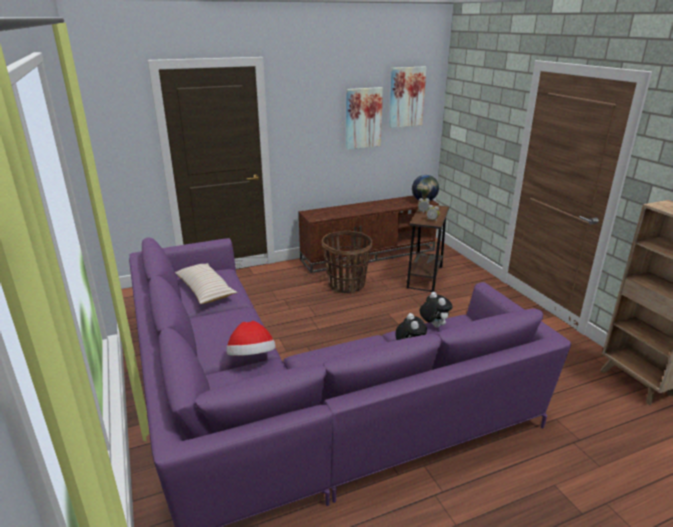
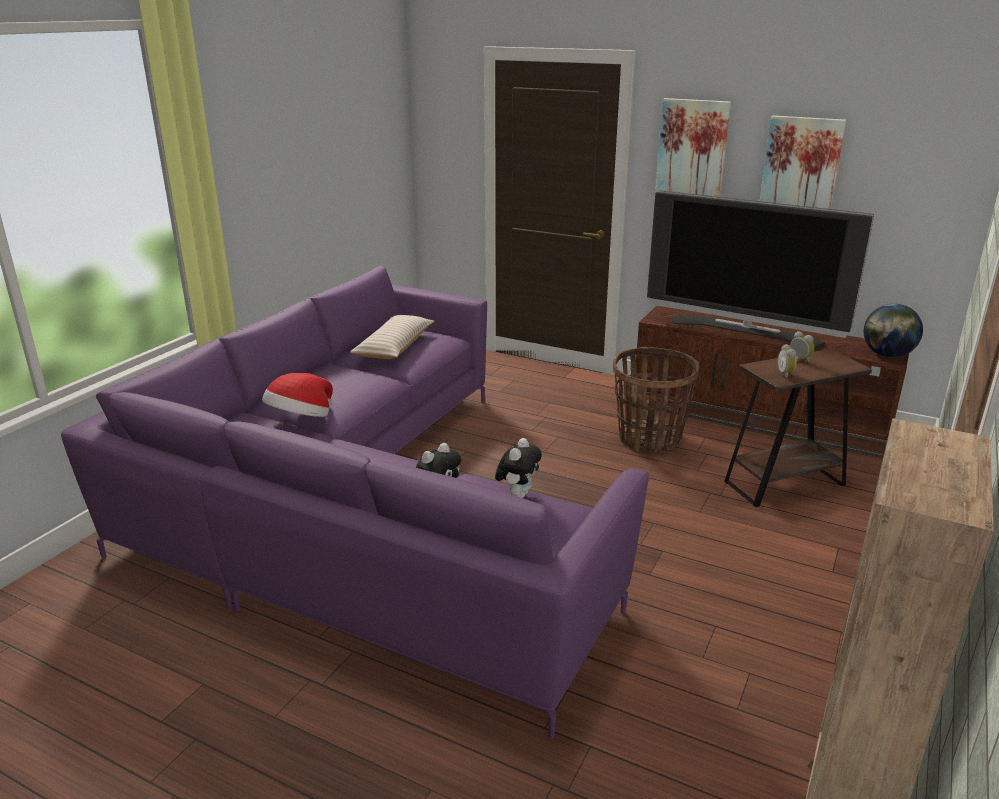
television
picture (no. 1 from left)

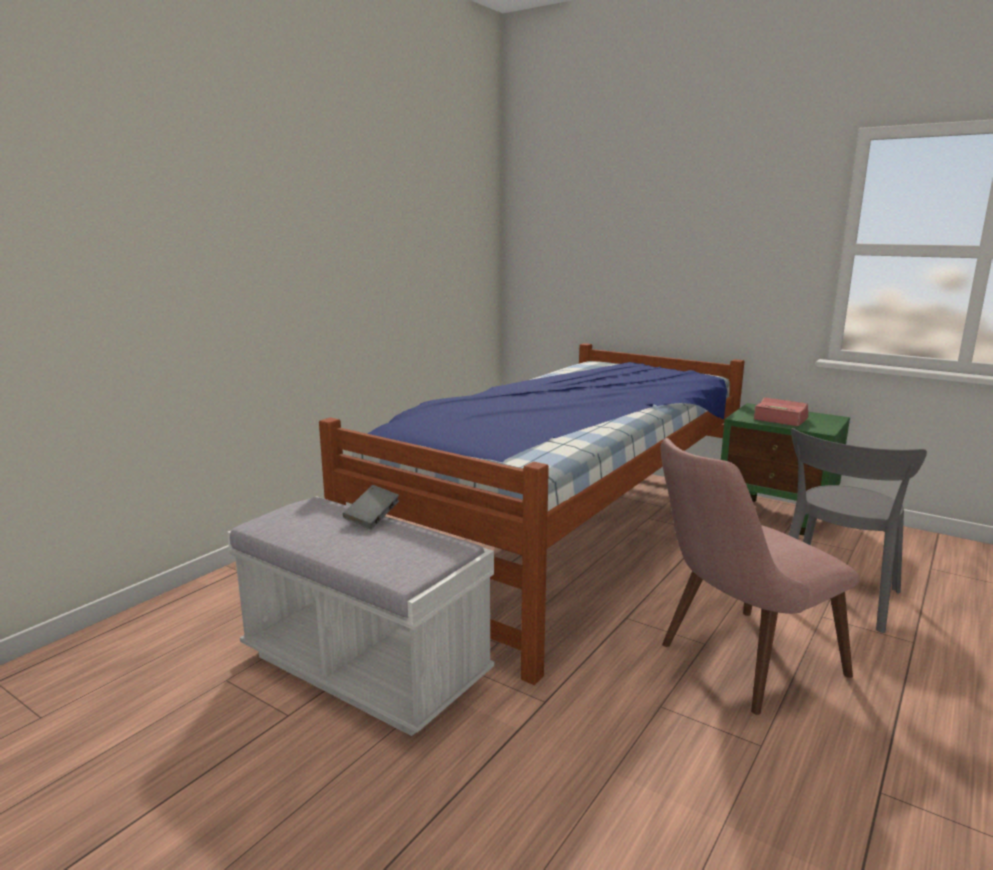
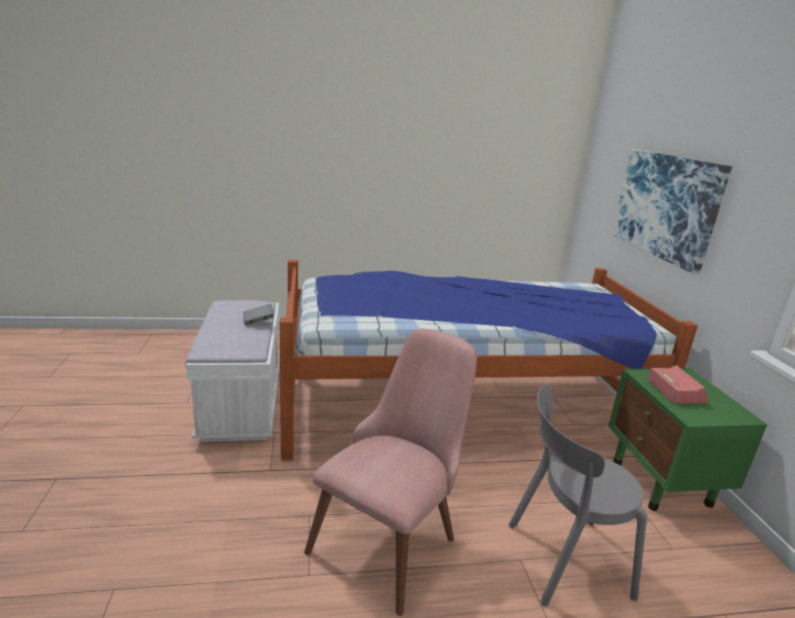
pink chair
picture

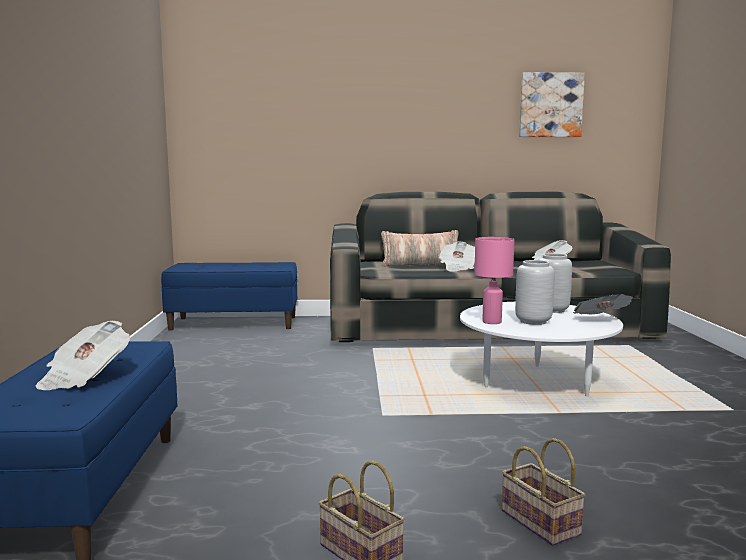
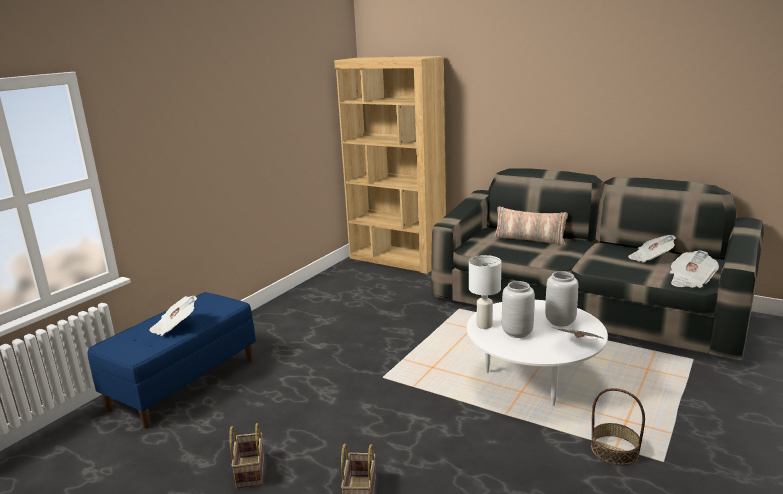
brown bookcase
white table lamp
basket (no. 3 from left)
newspaper (no. 4 from left)
picture

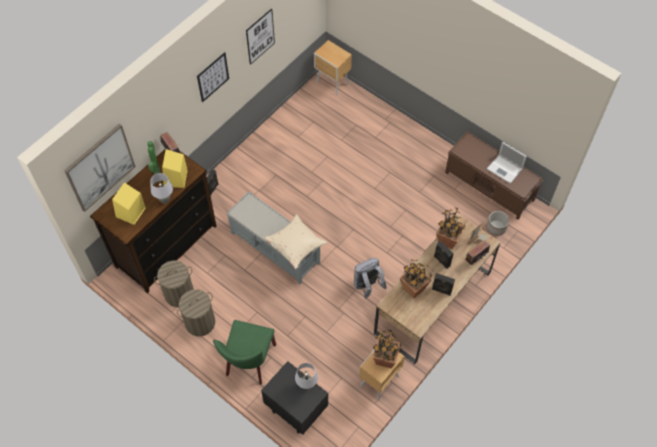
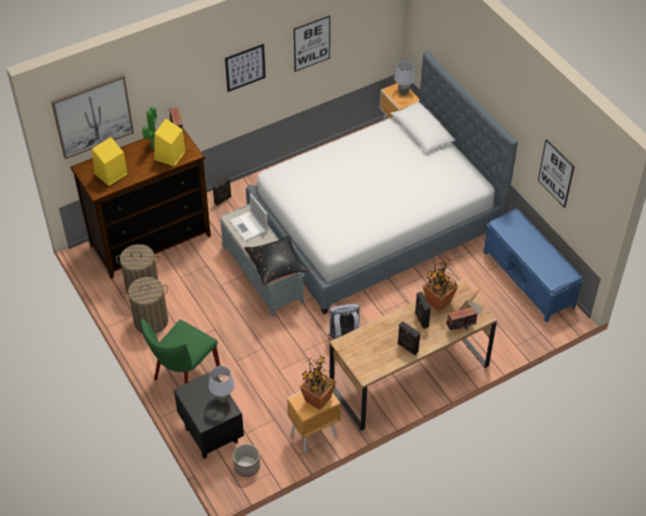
laptop
planter
black pillow
bed
grey table lamp (no. 2 from left)
blue bench
picture (no. 4 from left)
potted plant (no. 3 from left in the first image)

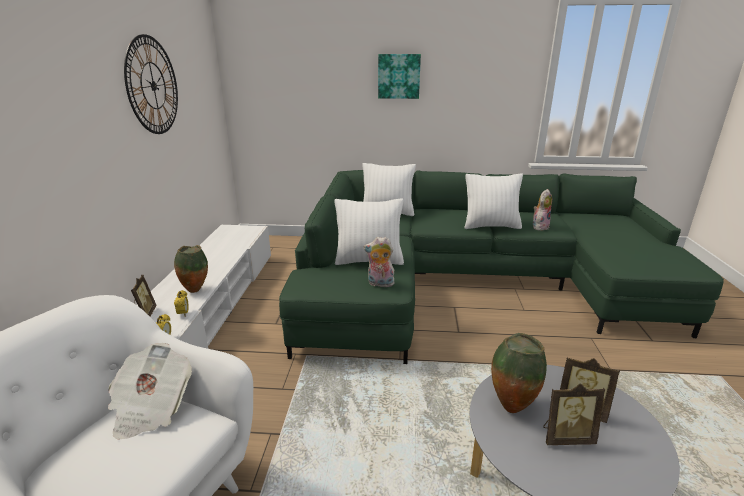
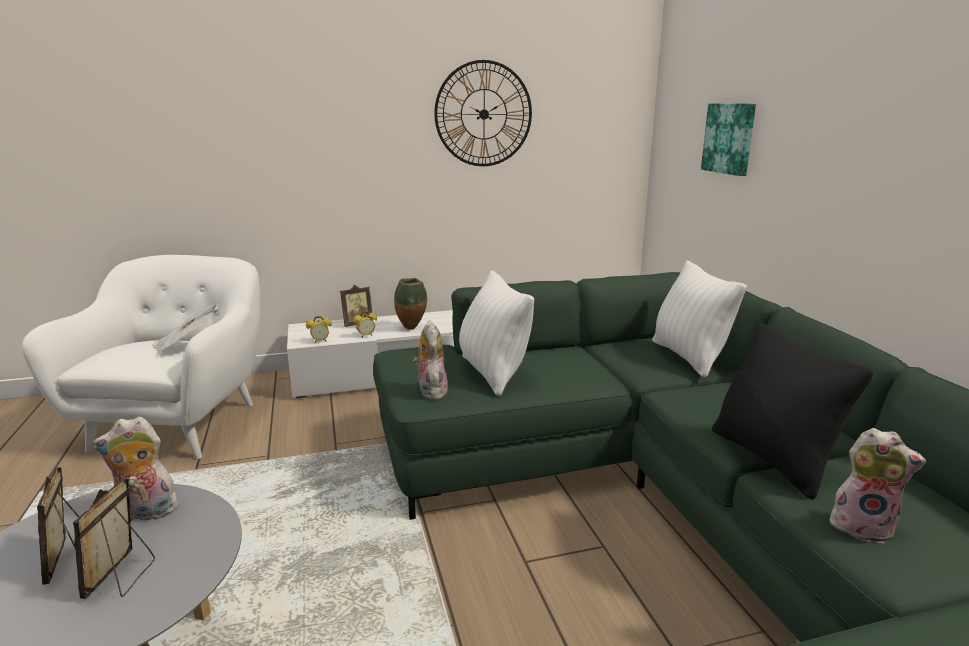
plush toy (no. 1 from left)
picture
black pillow

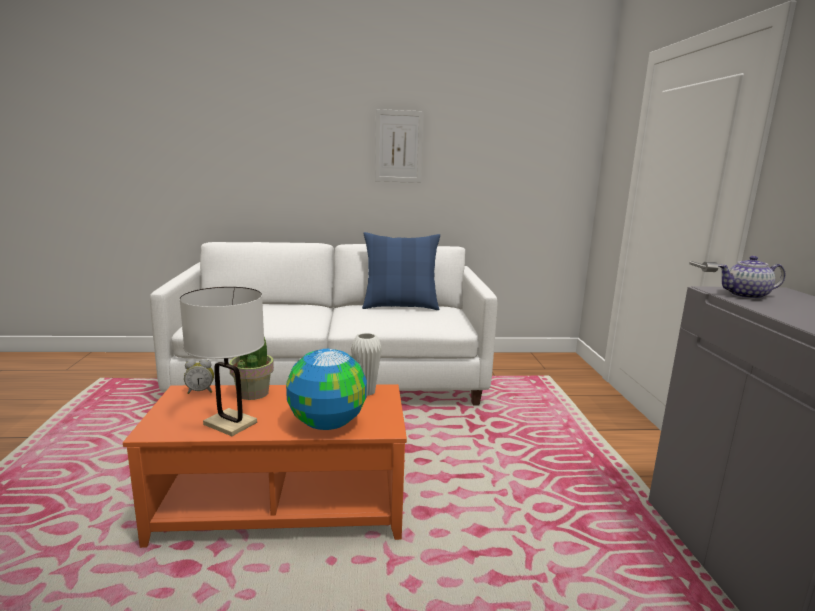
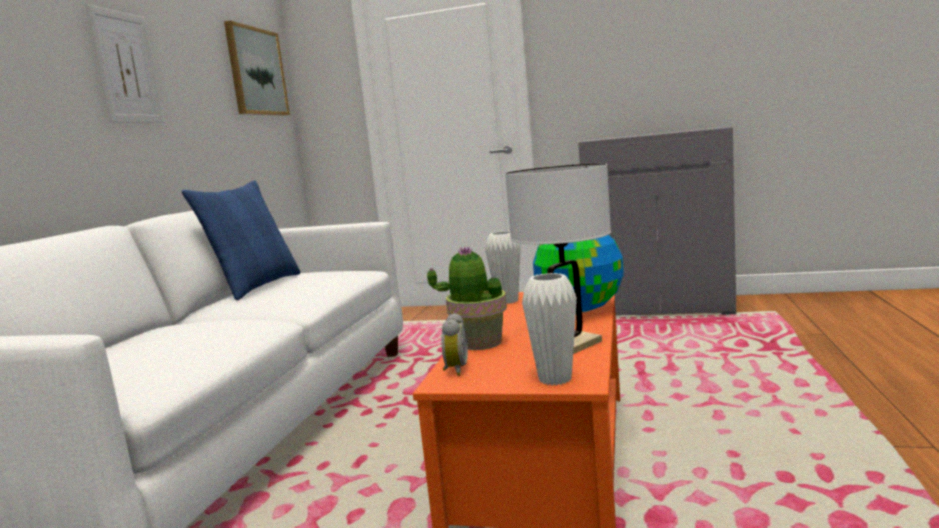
picture (no. 2 from left)
white vase (no. 2 from left)
teapot

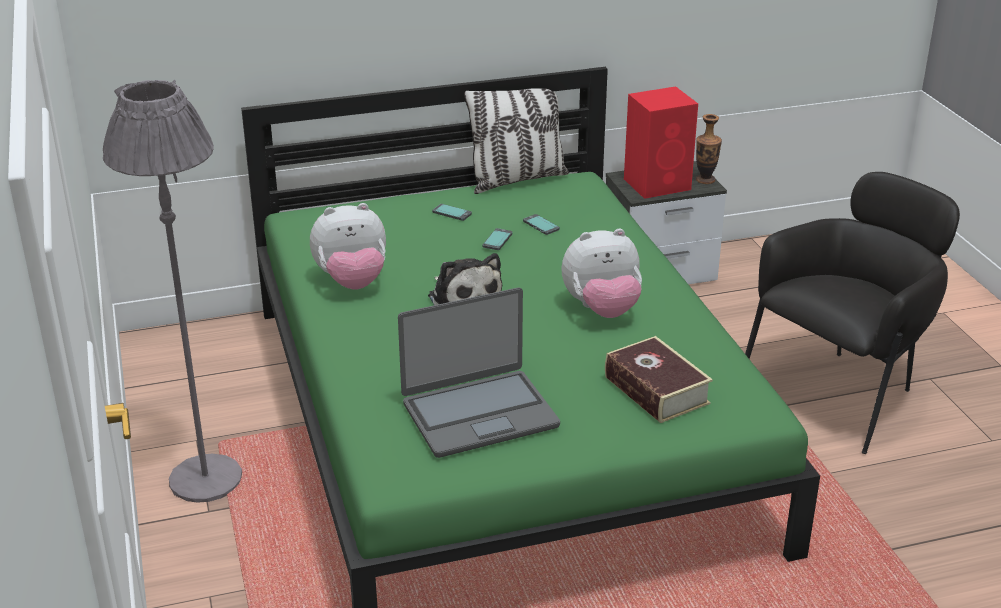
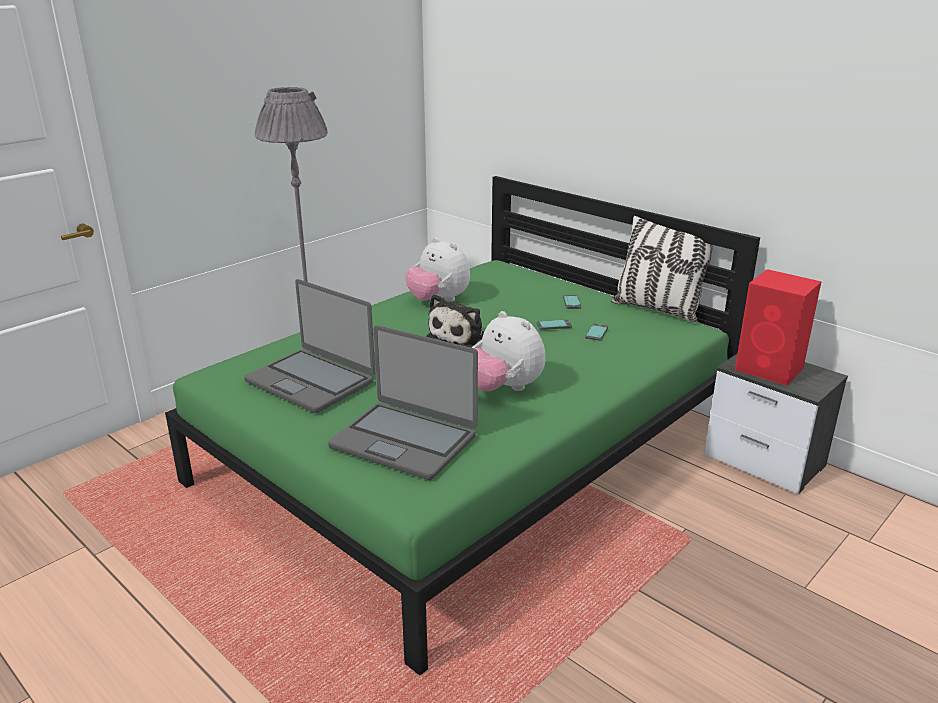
laptop (no. 2 from left)
vase
black armchair

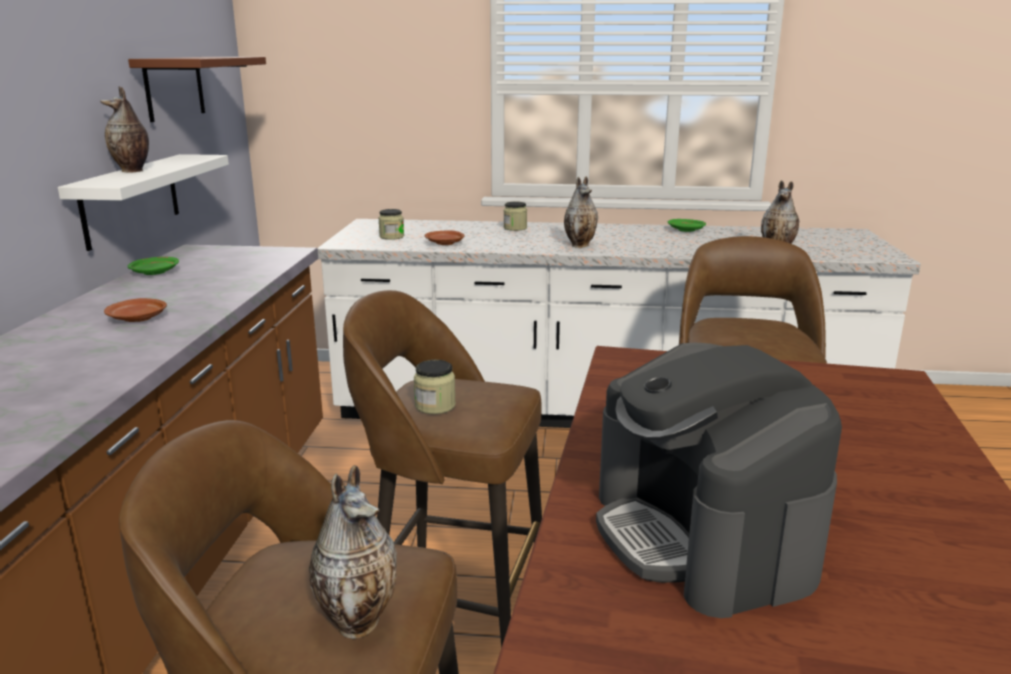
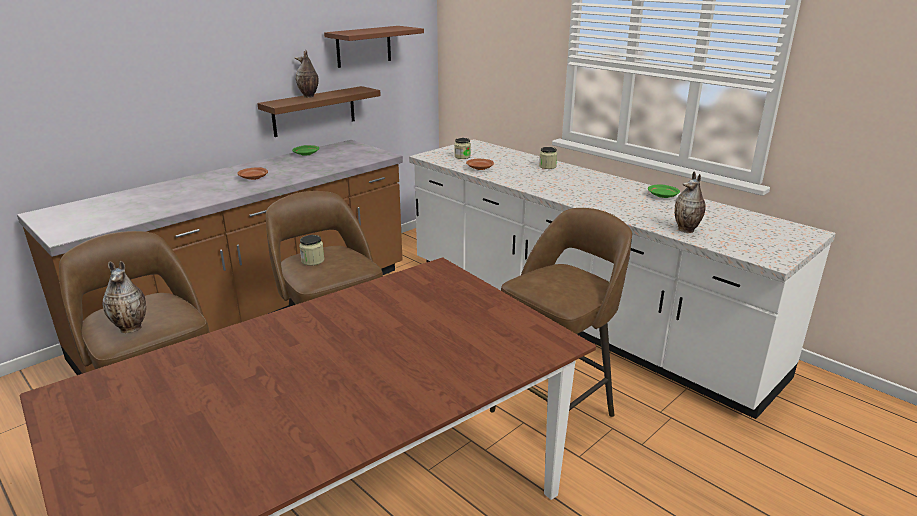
brown shelf (no. 1 from left)
vase (no. 3 from left in the first image)
coffee machine

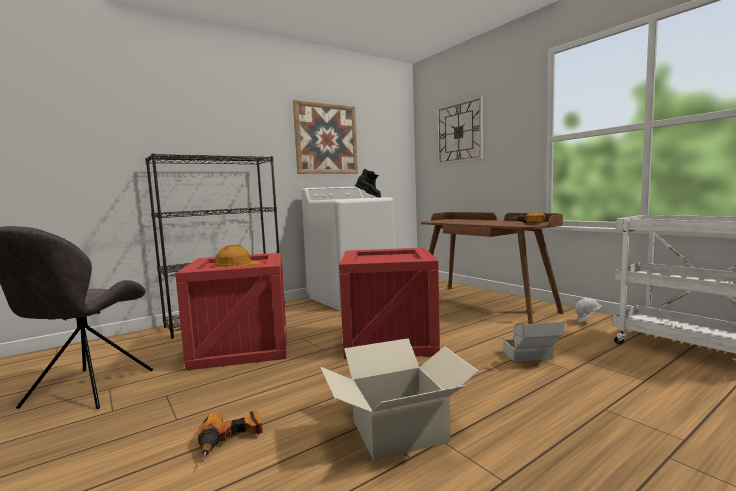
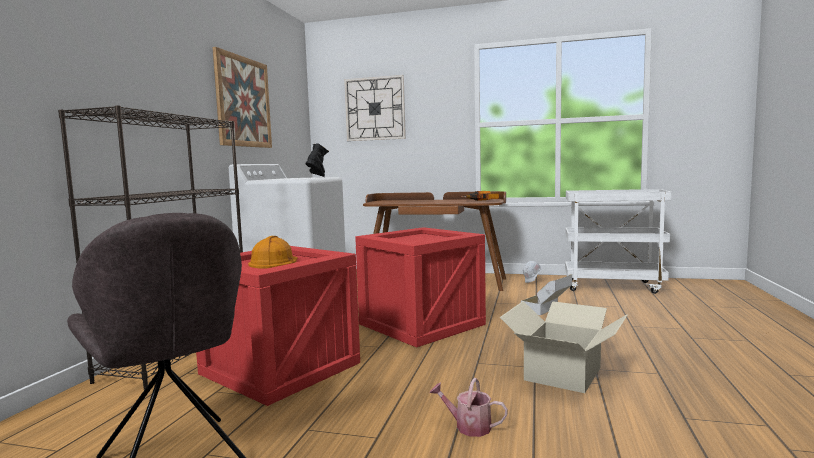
watering can

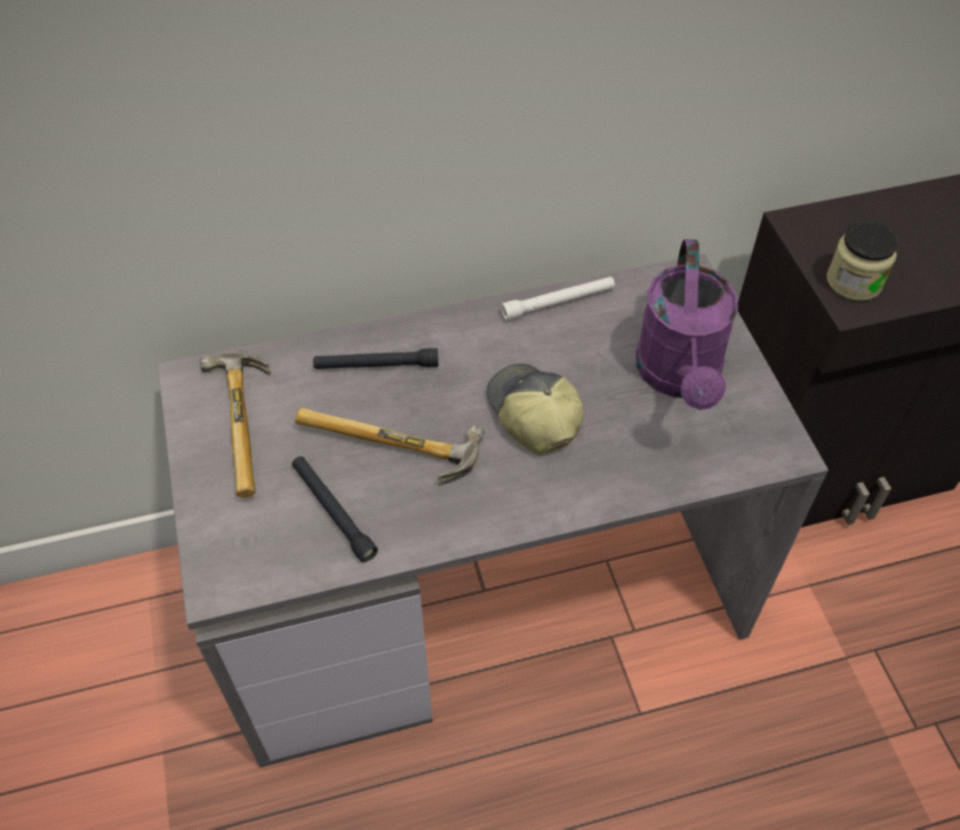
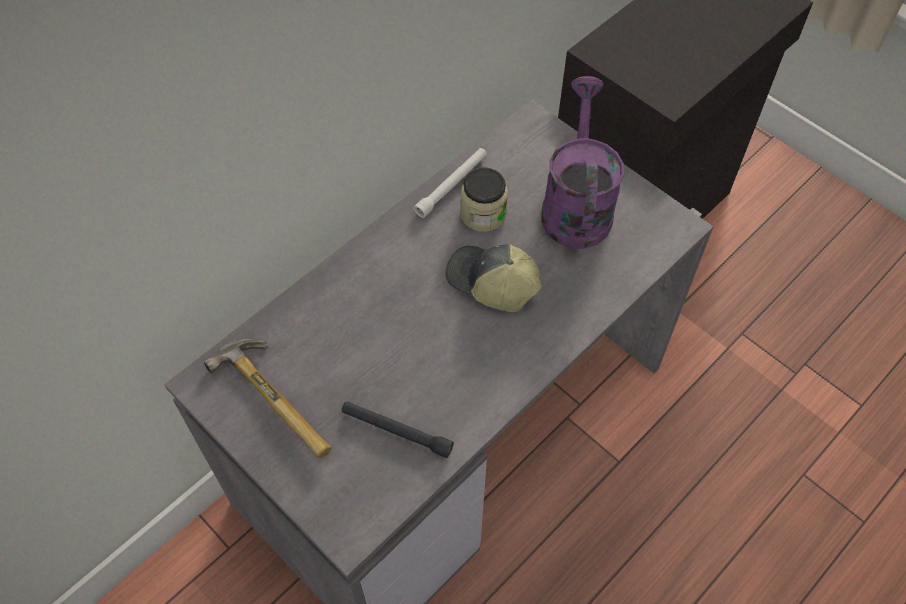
jar
purple watering can
hammer (no. 2 from left in the first image)
black flashlight (no. 2 from left in the first image)

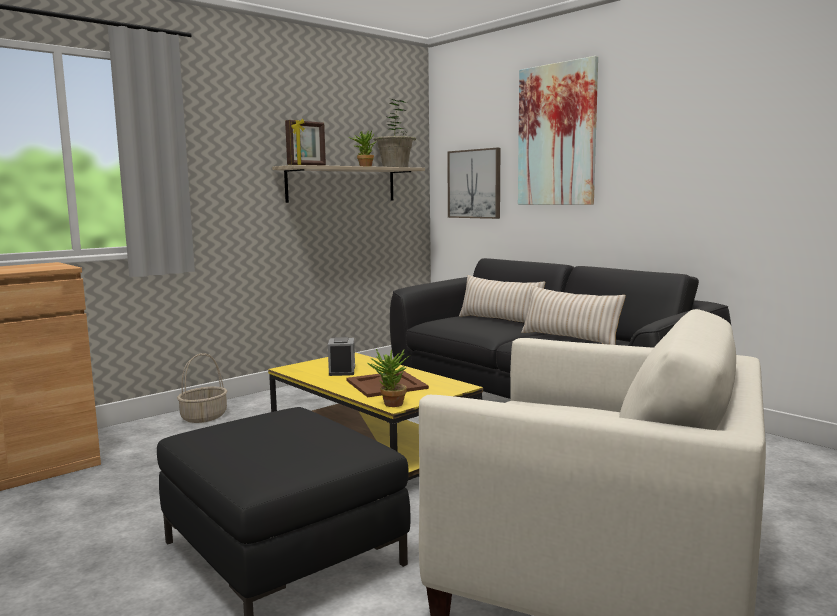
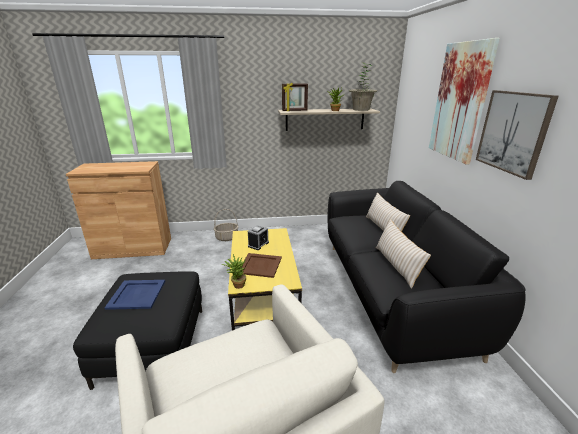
blue tray
picture (no. 2 from left)

